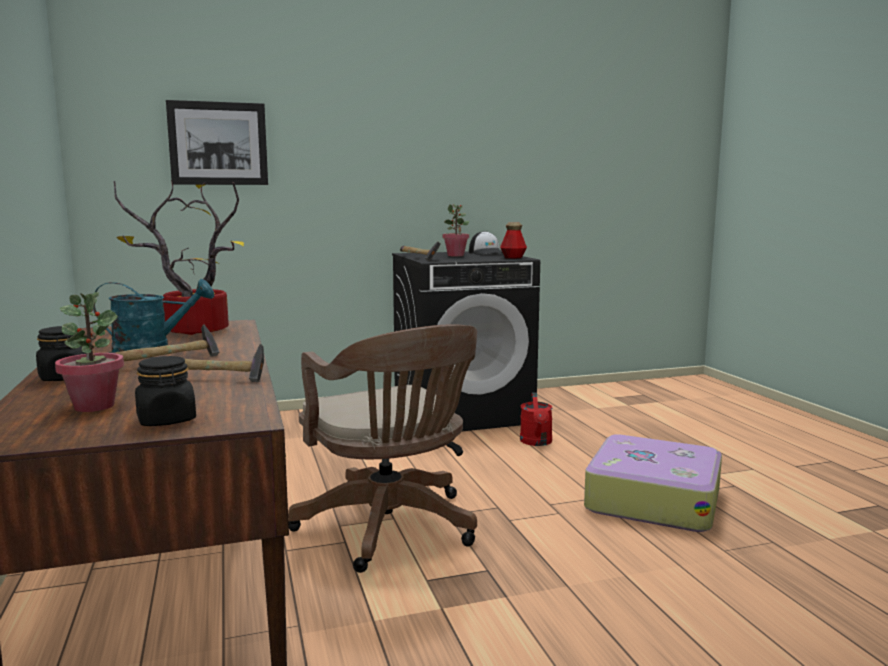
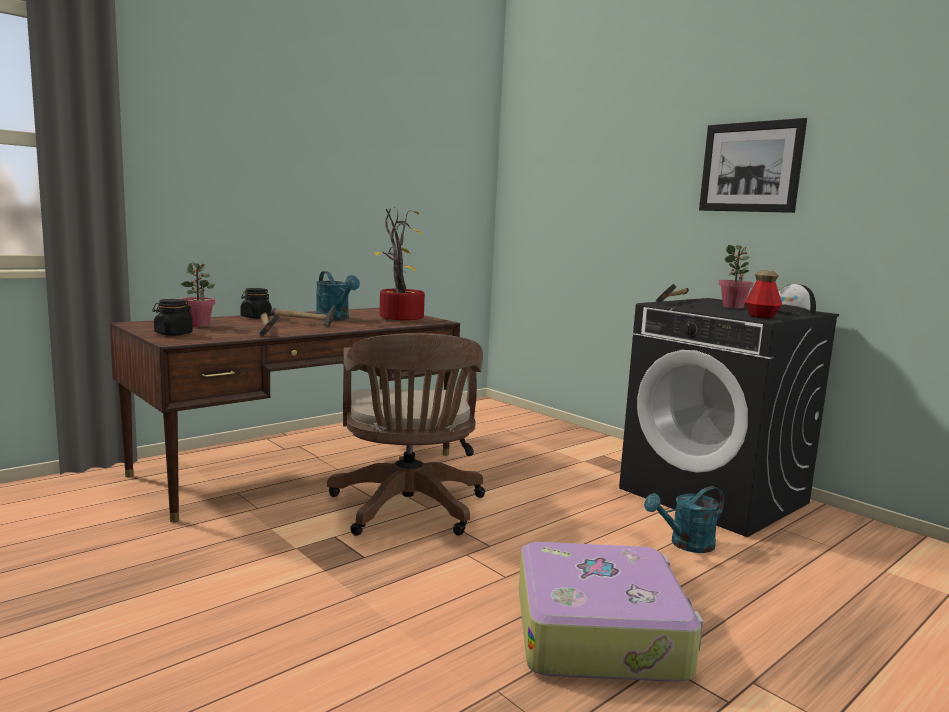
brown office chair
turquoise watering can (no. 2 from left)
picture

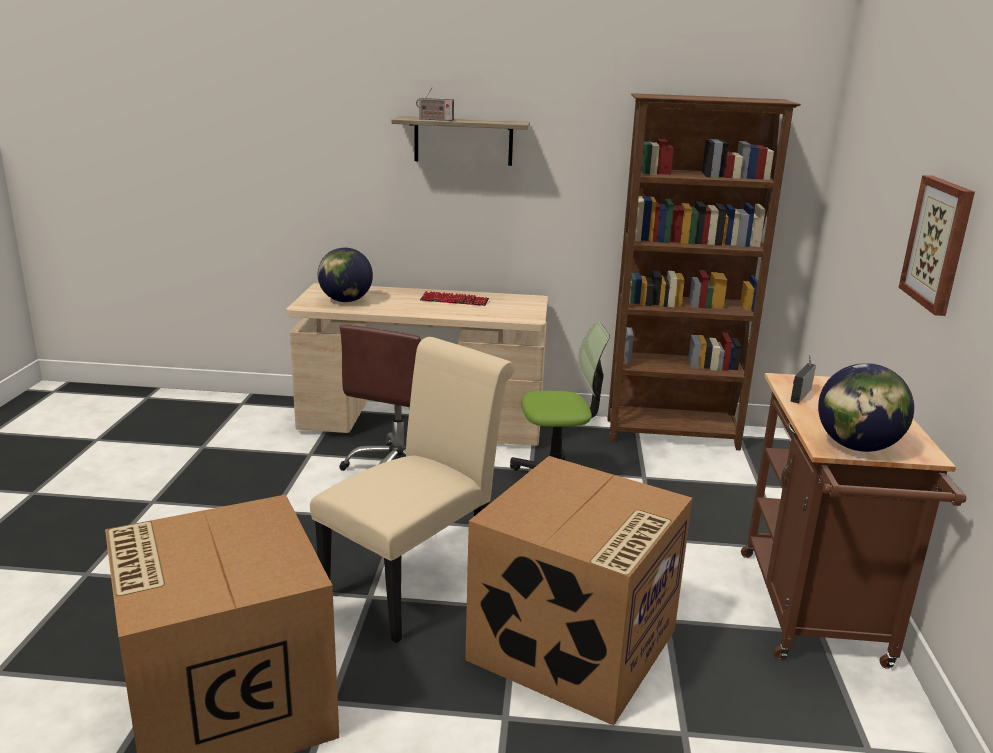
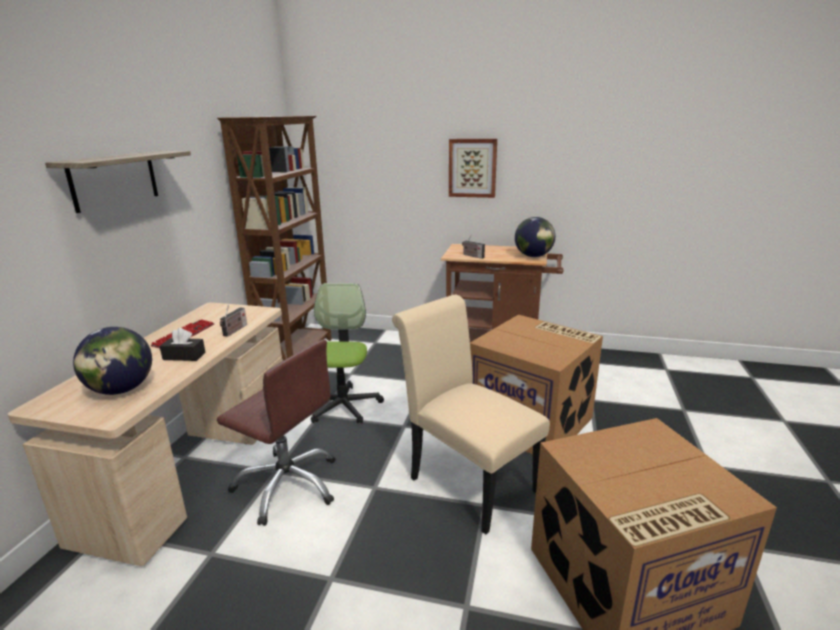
black tissue box
radio (no. 1 from left)

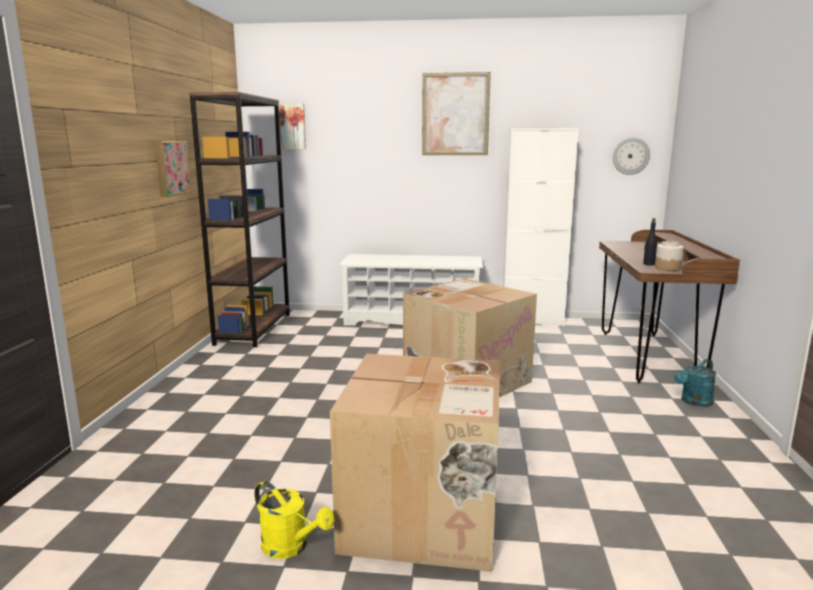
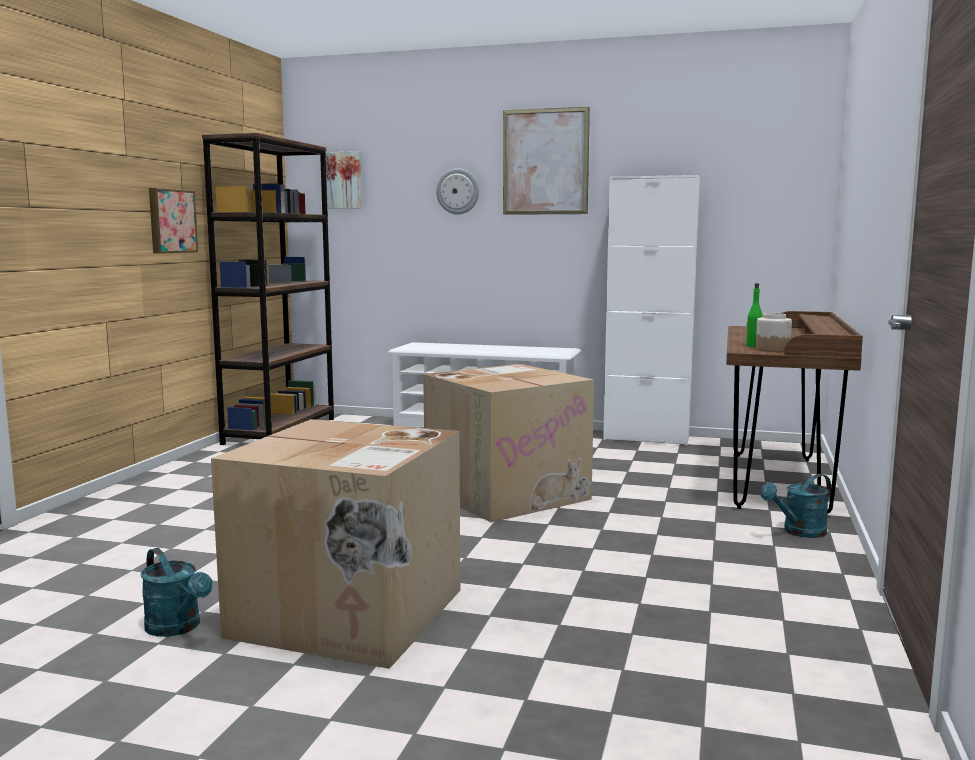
turquoise watering can (no. 1 from left)
wall clock
green bottle

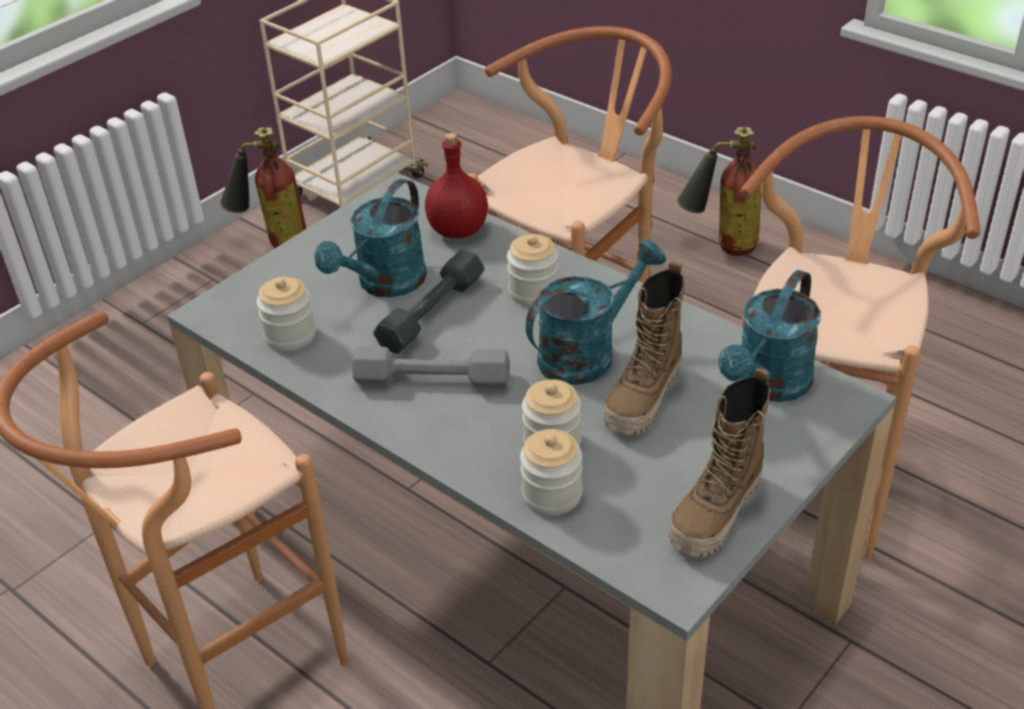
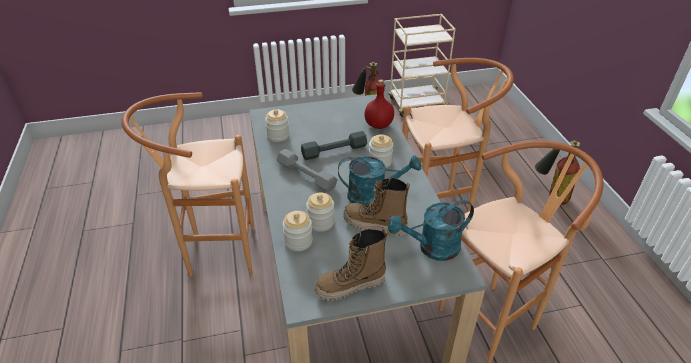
boot (no. 2 from left)
turquoise watering can (no. 1 from left in the first image)

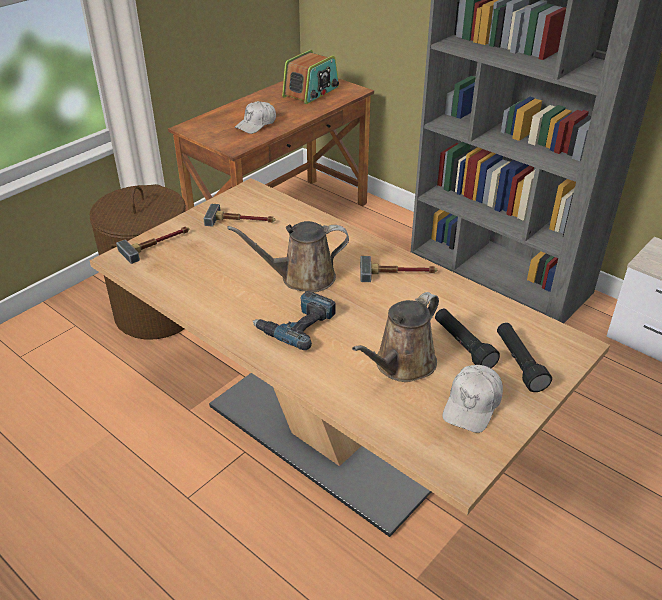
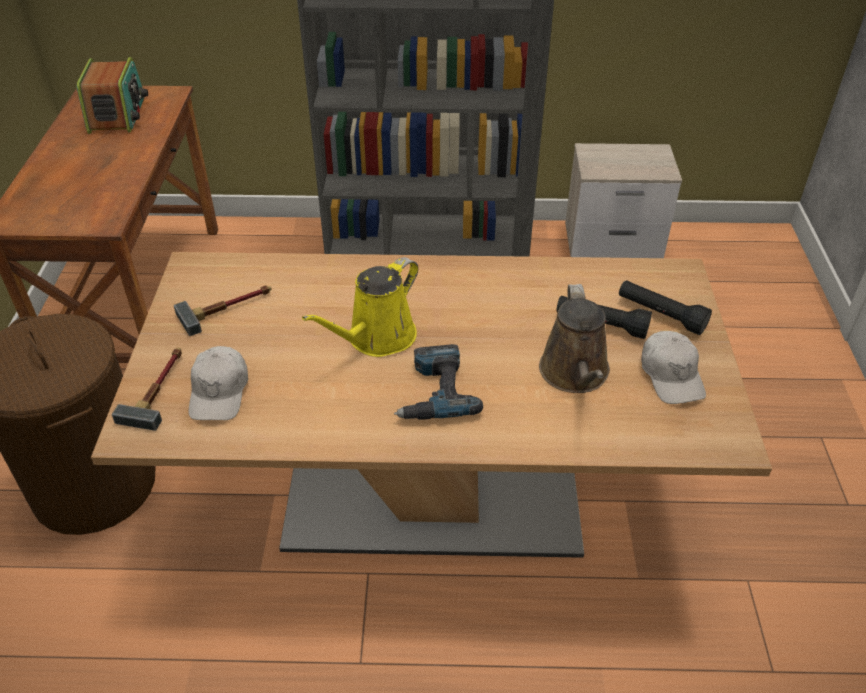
white cap (no. 1 from left)
yellow watering can
hammer (no. 3 from left in the first image)

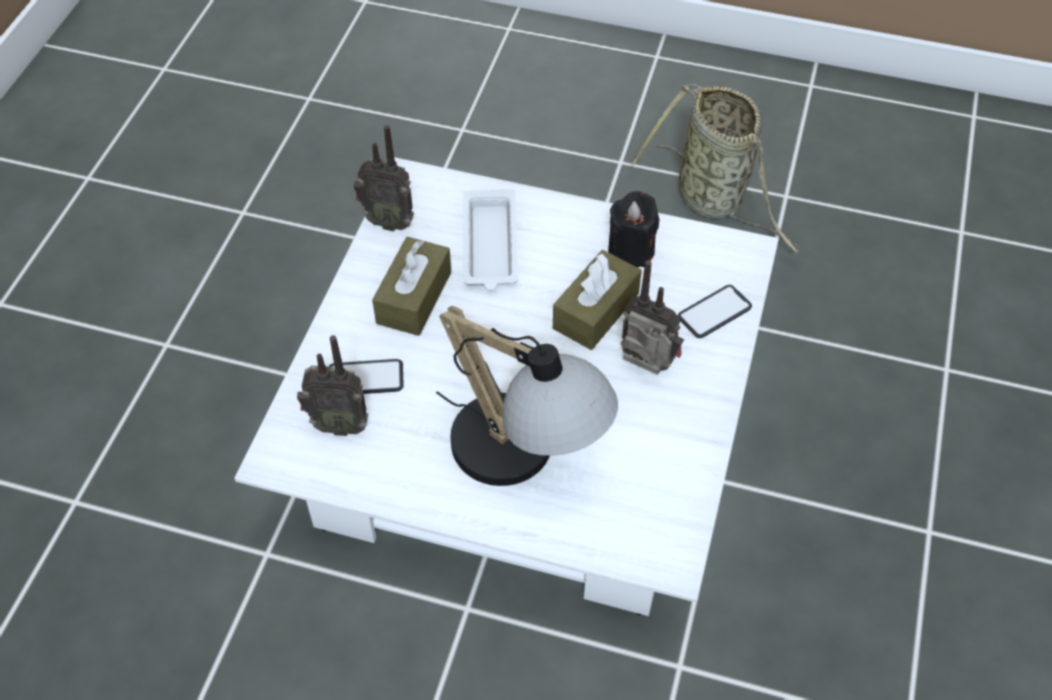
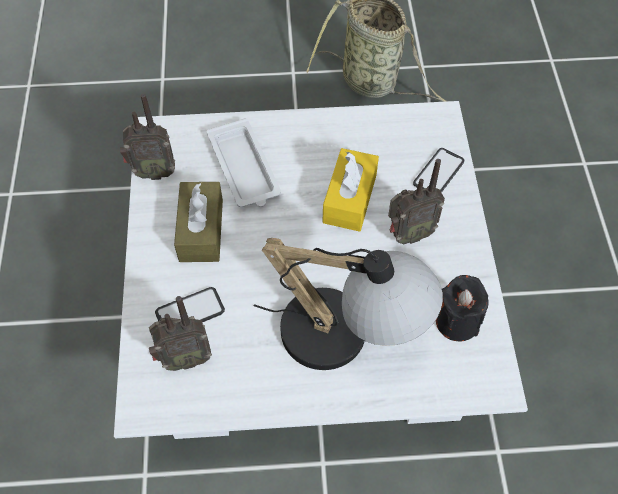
yellow tissue box
radio (no. 3 from left)
black candle

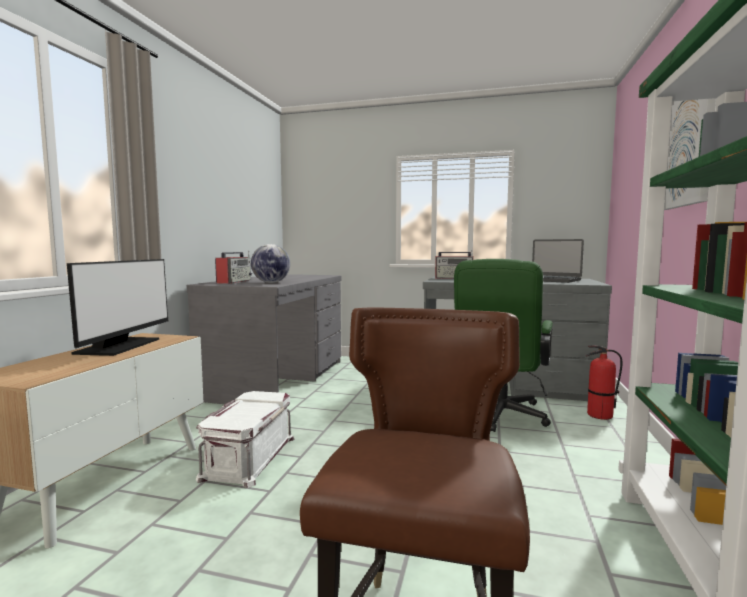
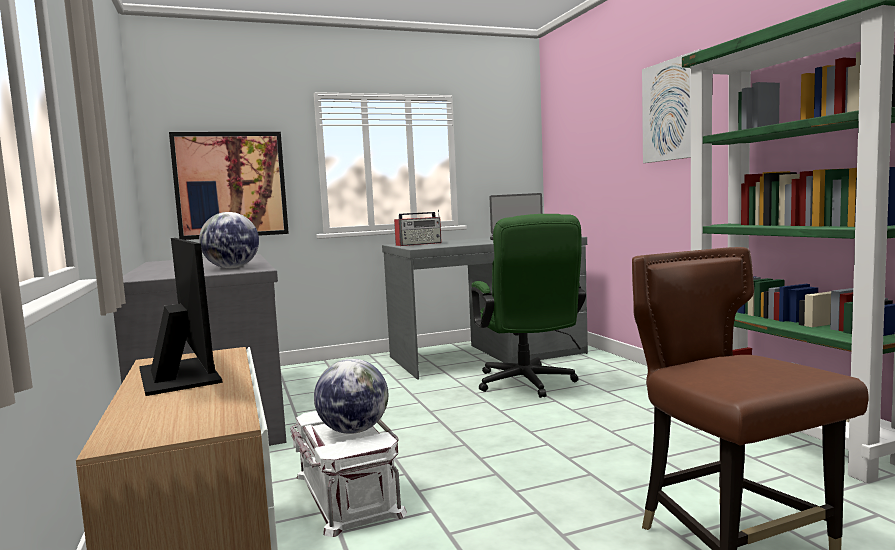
picture (no. 1 from left)
globe (no. 2 from left)
radio (no. 1 from left in the first image)
fire extinguisher

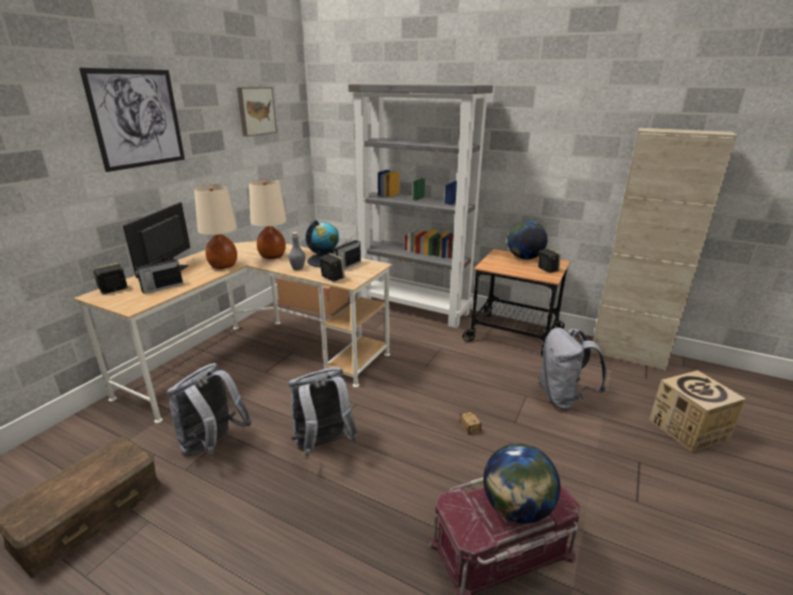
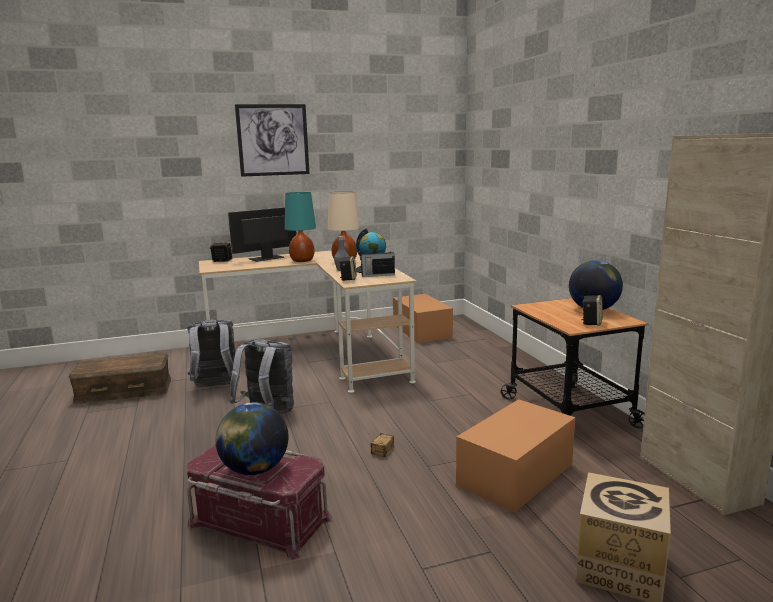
turquoise table lamp
cardboard box (no. 2 from left)
radio (no. 1 from left in the first image)
picture (no. 2 from left in the first image)
grey bookcase

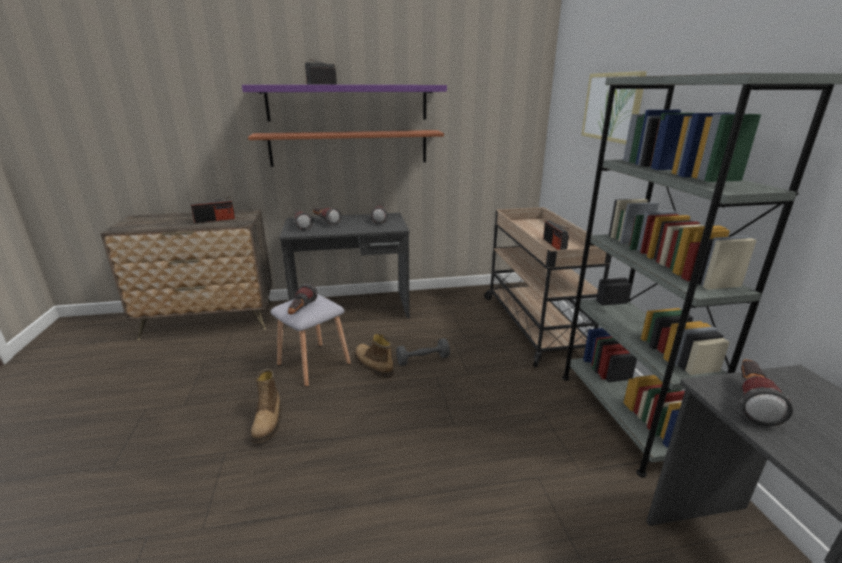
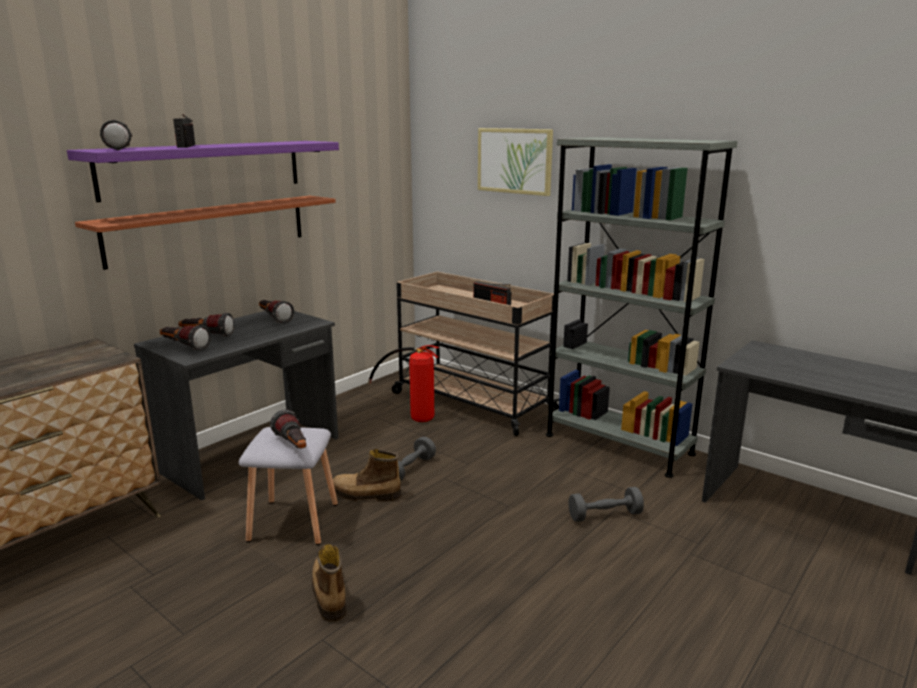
flashlight (no. 1 from left)
boot (no. 1 from left)
fire extinguisher
grey dumbbell (no. 2 from left)
radio (no. 1 from left in the first image)

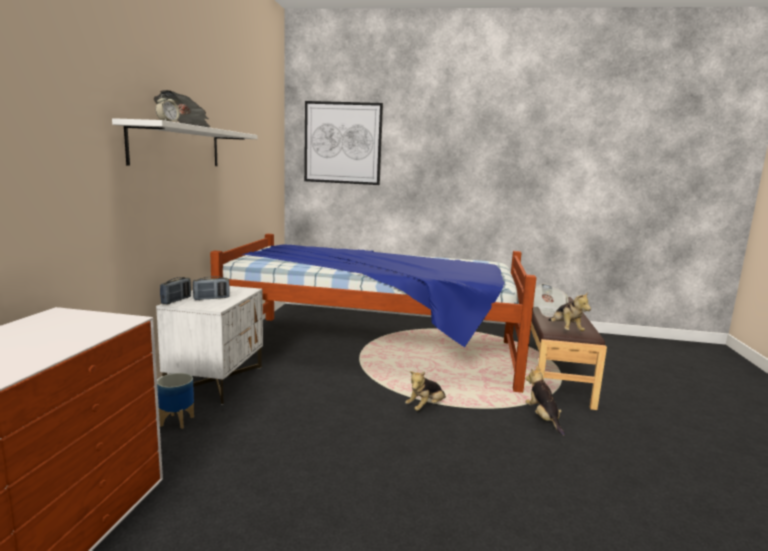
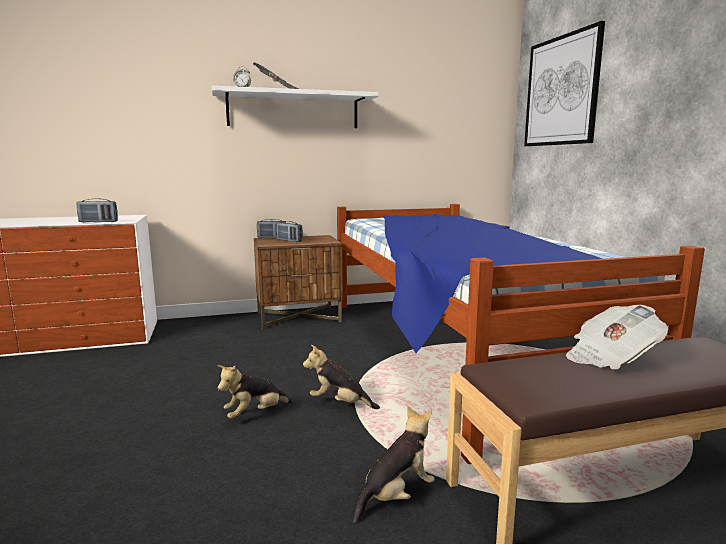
radio (no. 1 from left)
plush toy (no. 1 from left)
brown nightstand
planter

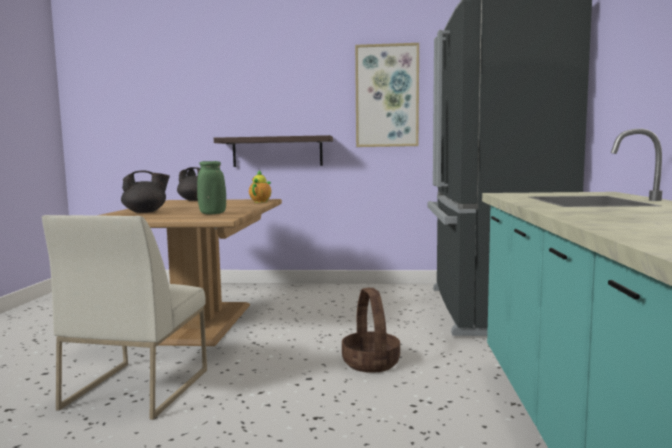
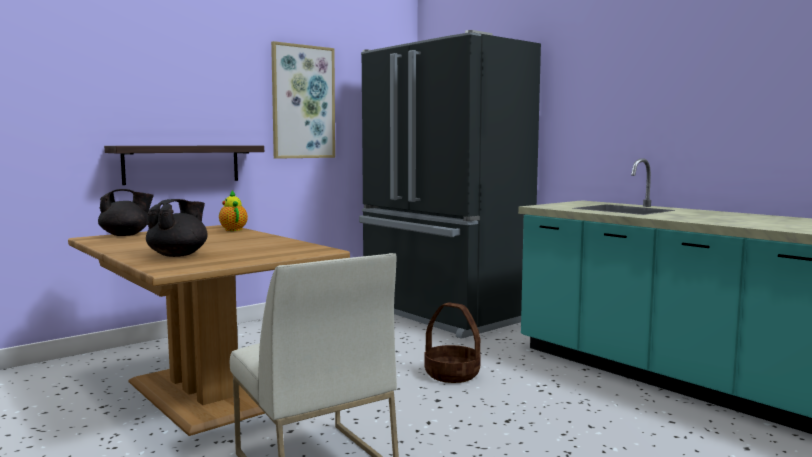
green vase

